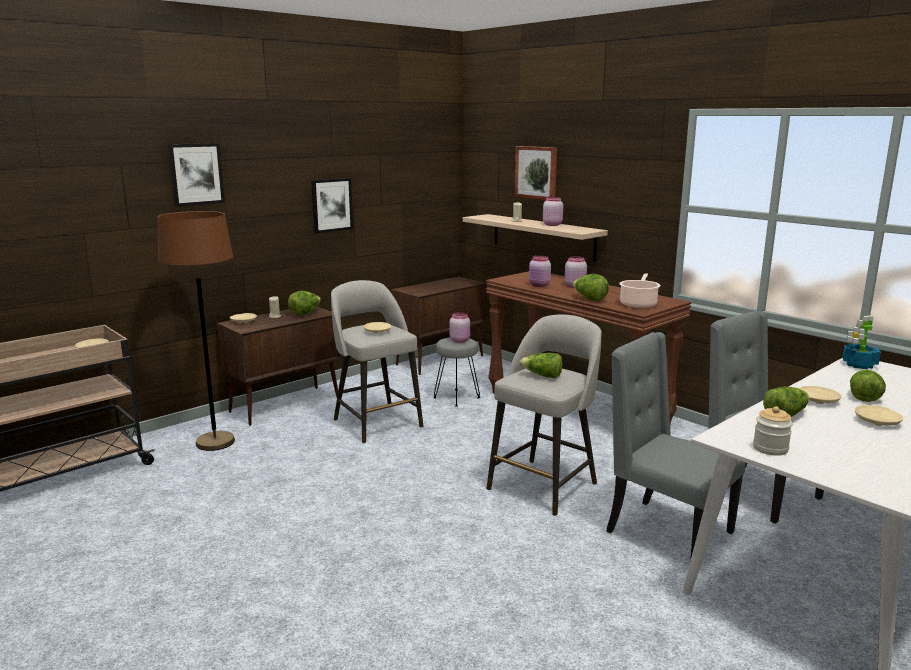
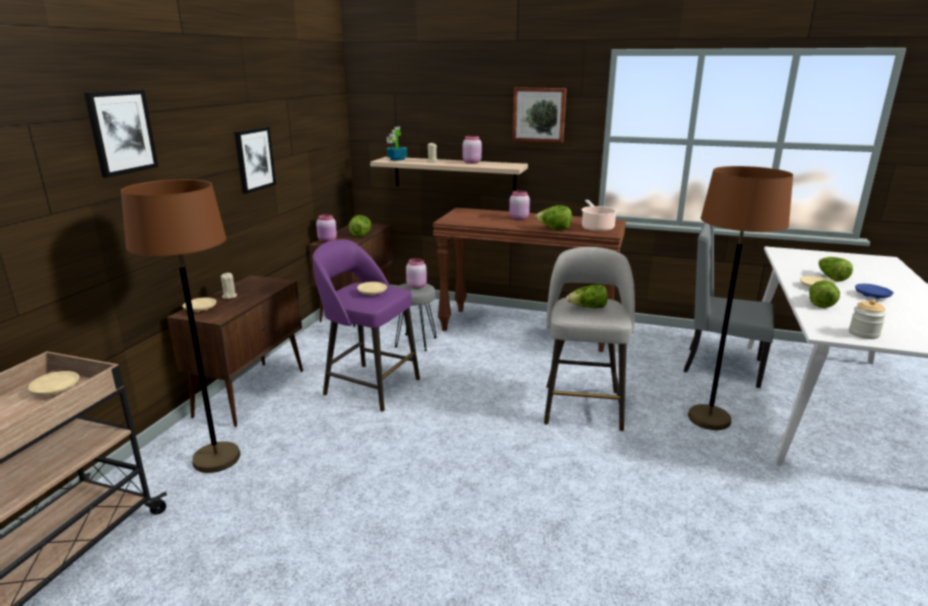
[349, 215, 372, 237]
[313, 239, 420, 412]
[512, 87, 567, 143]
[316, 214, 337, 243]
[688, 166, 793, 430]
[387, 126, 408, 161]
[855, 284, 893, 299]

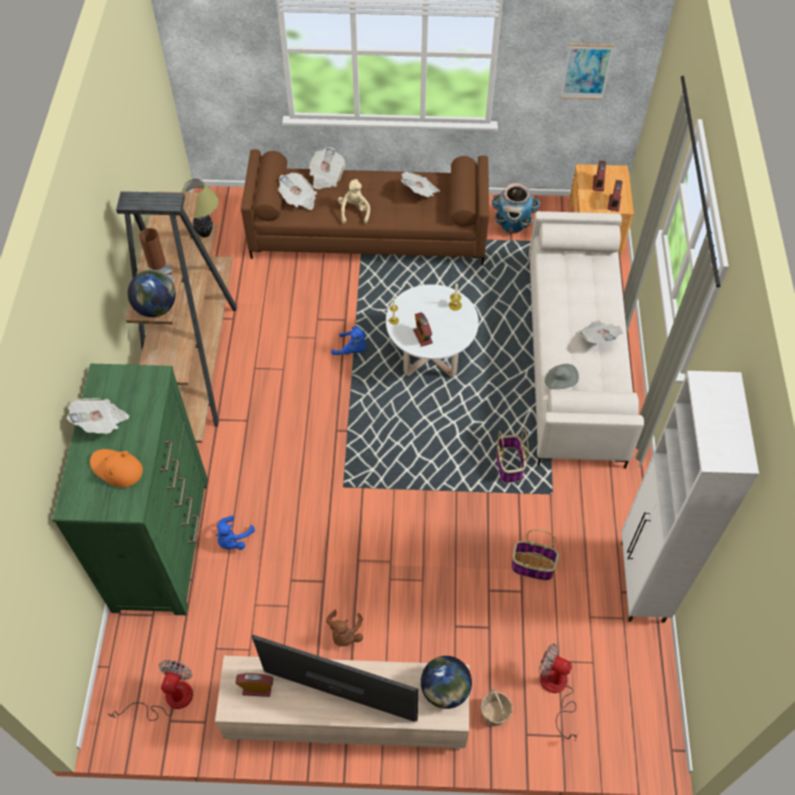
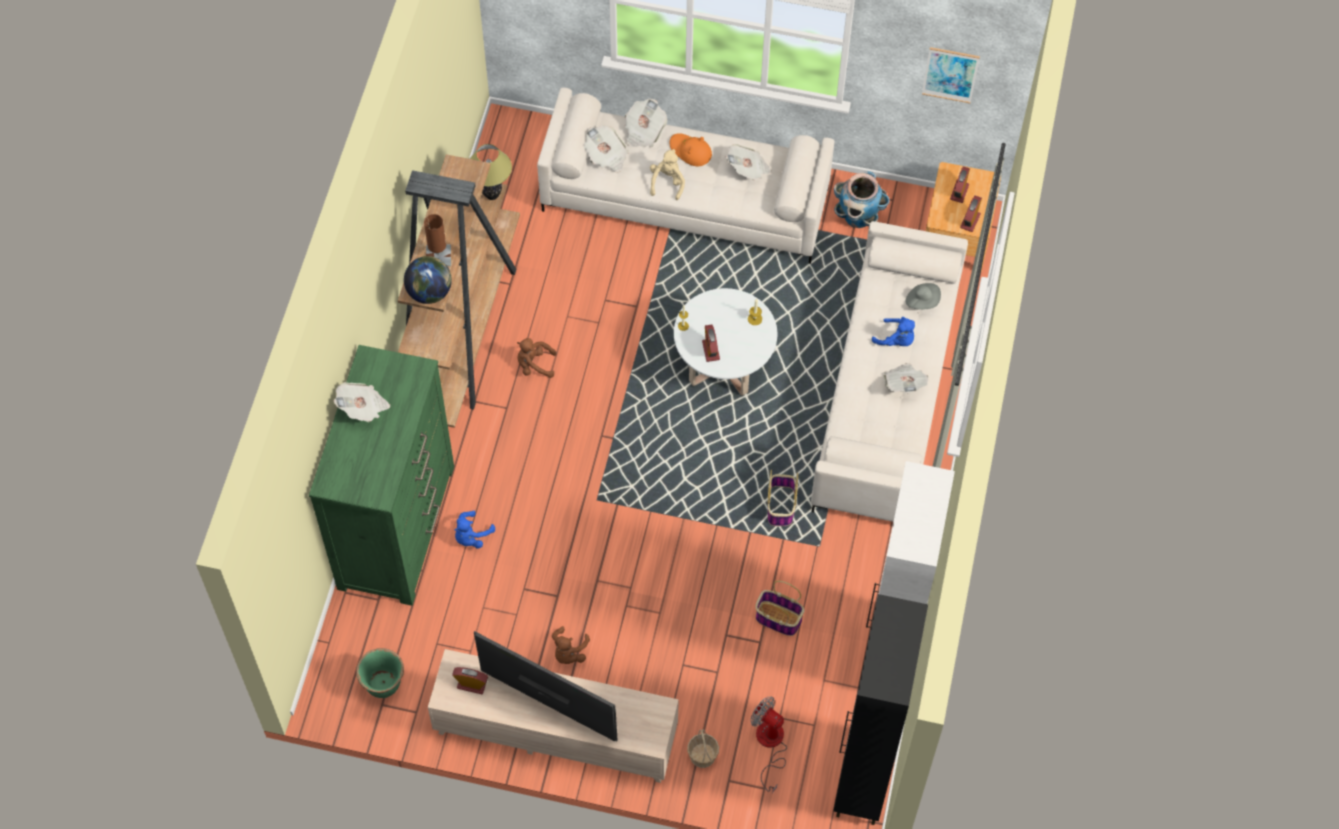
[670, 133, 712, 166]
[356, 648, 404, 698]
[537, 87, 835, 264]
[872, 317, 915, 346]
[421, 656, 472, 709] (first image)
[906, 283, 941, 310]
[517, 338, 557, 378]
[834, 594, 928, 825]

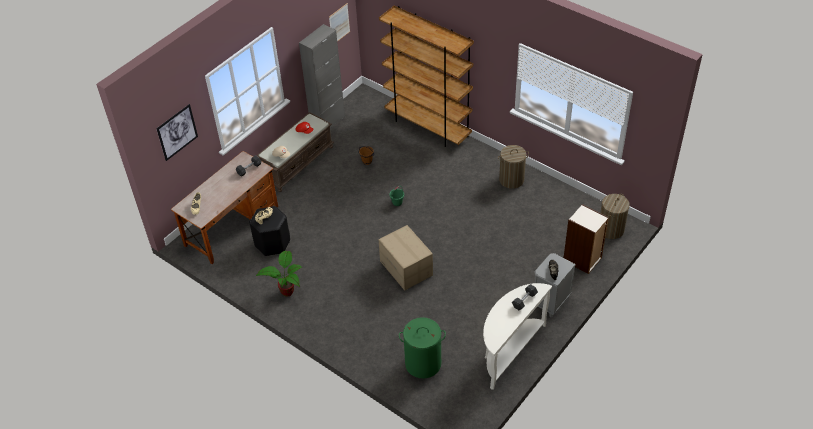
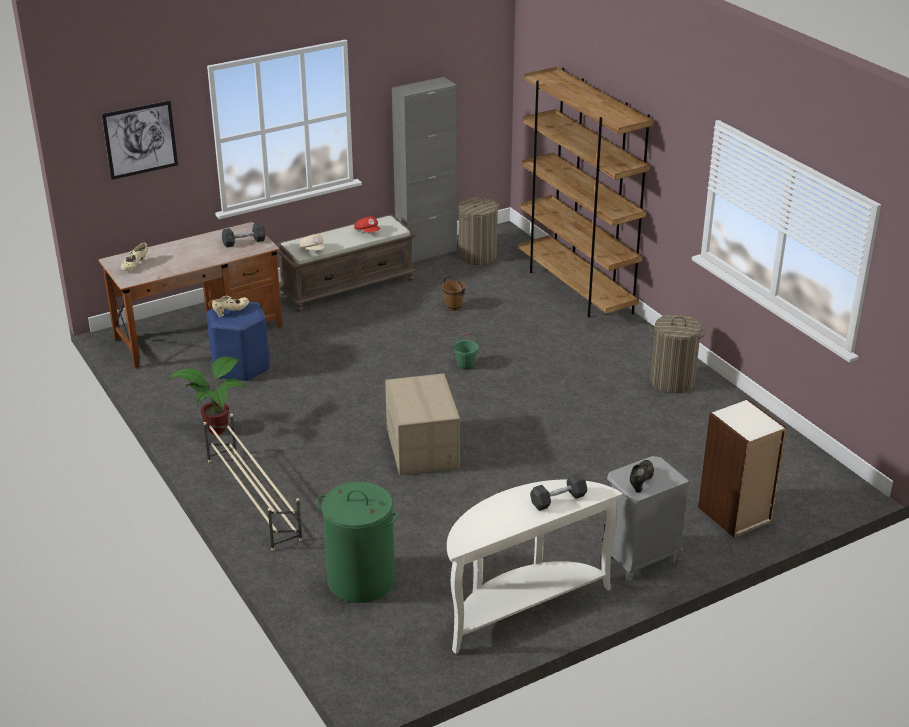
[206, 302, 270, 382]
[329, 3, 350, 42] (first image)
[458, 197, 499, 265]
[204, 414, 303, 551]

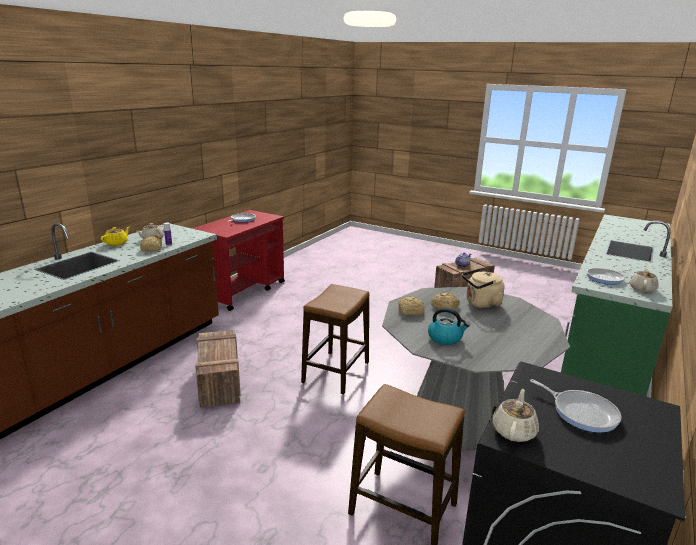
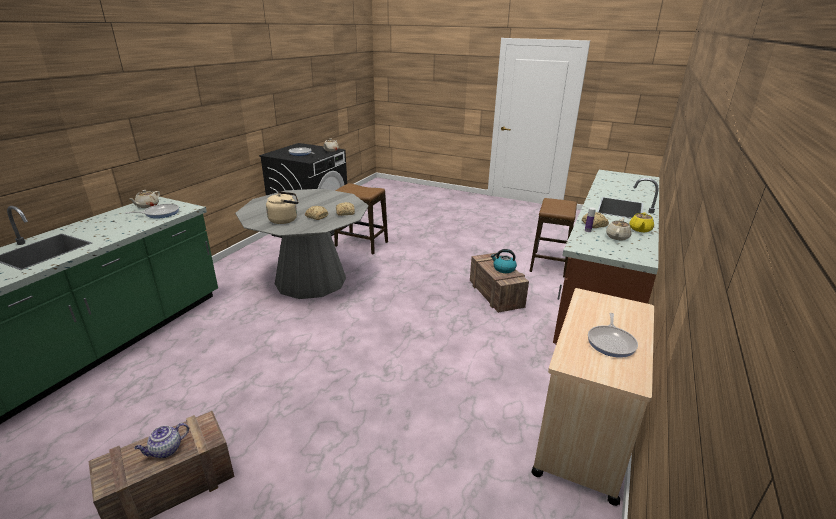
[531, 288, 654, 506]
[530, 198, 577, 278]
[491, 249, 517, 273]

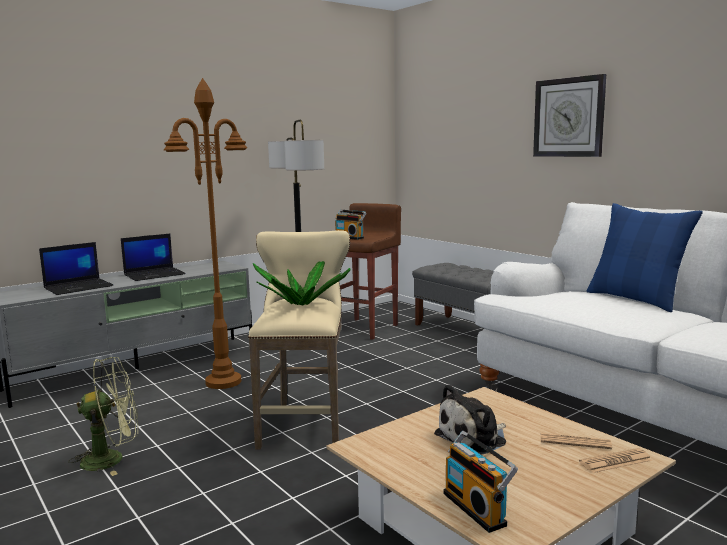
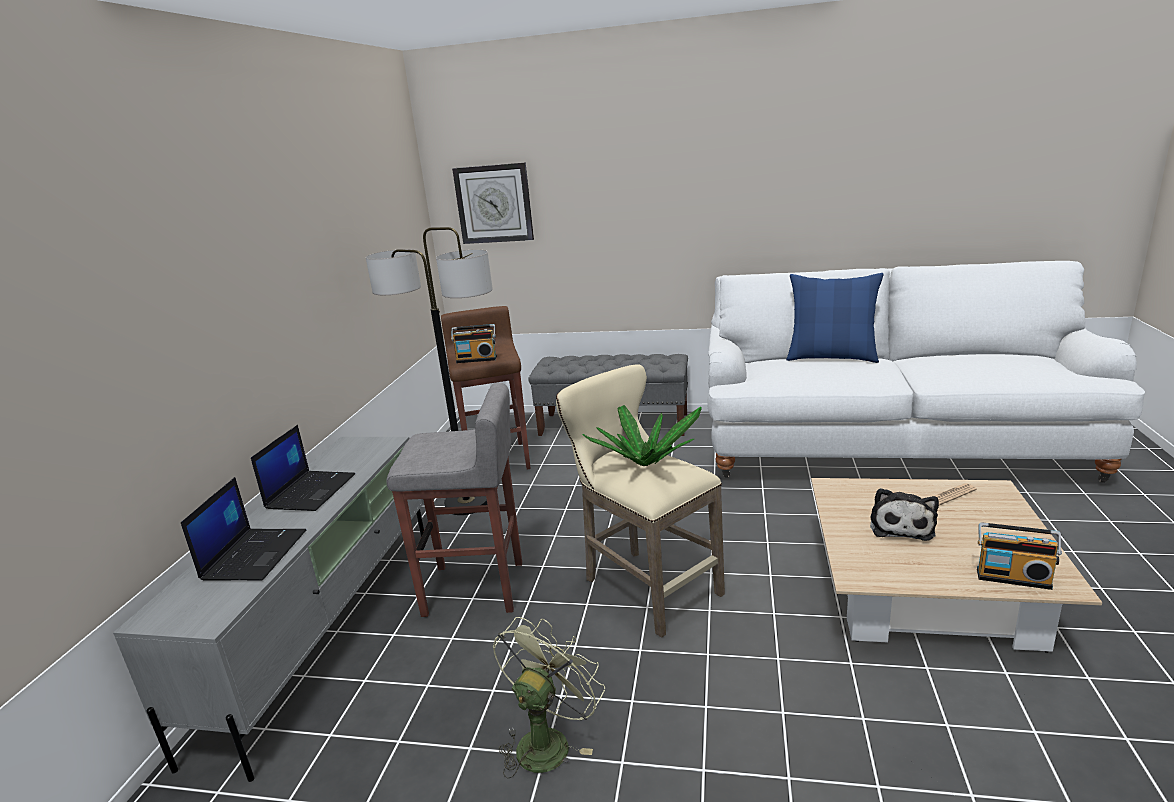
[386, 382, 522, 617]
[452, 162, 534, 244]
[579, 448, 652, 473] (first image)

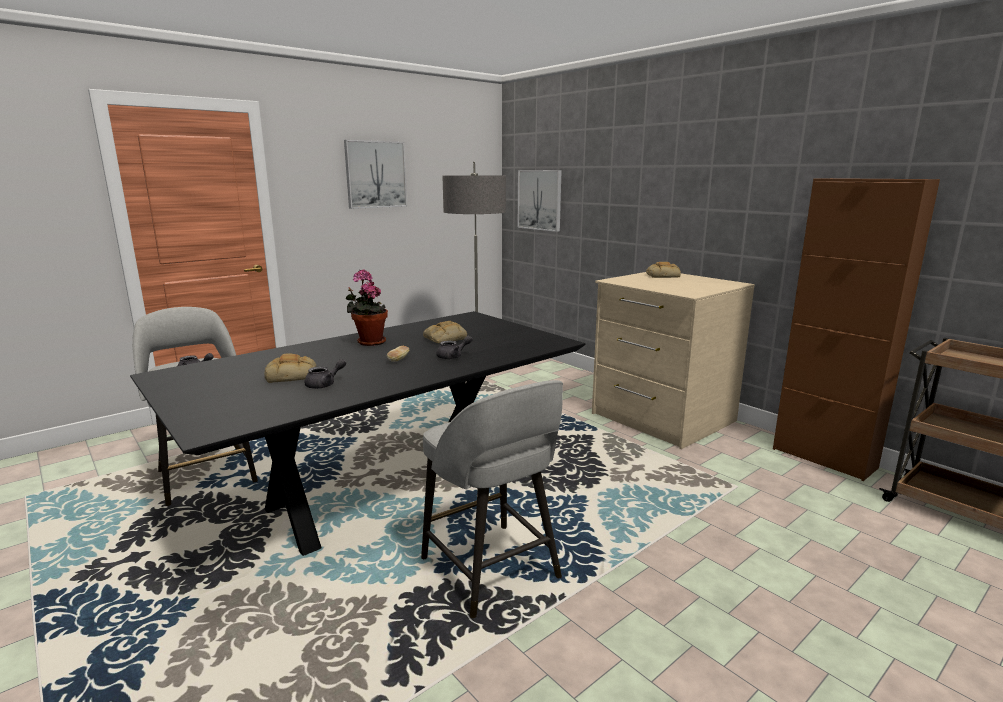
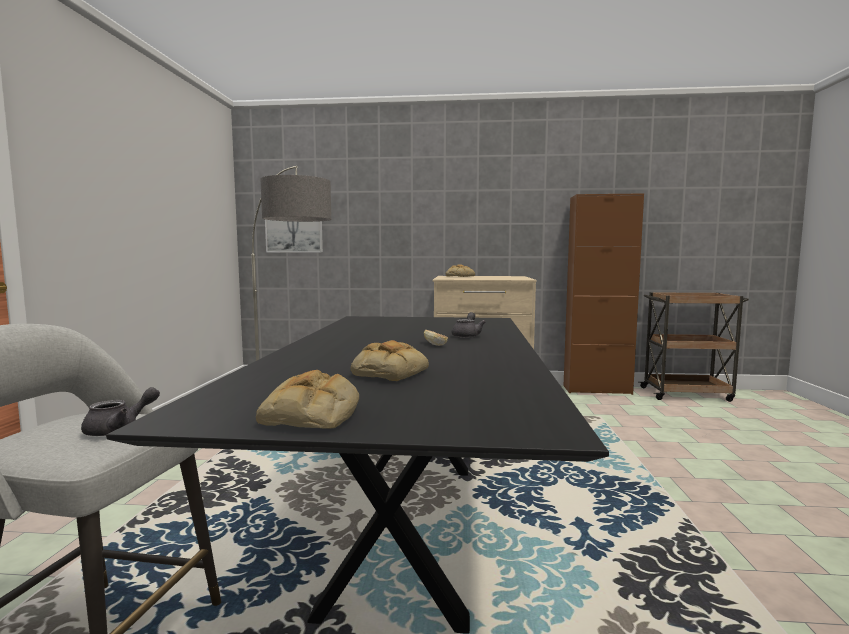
[304, 359, 346, 389] (first image)
[344, 140, 407, 209] (first image)
[346, 269, 388, 346] (first image)
[421, 380, 563, 618] (first image)
[256, 370, 359, 428]

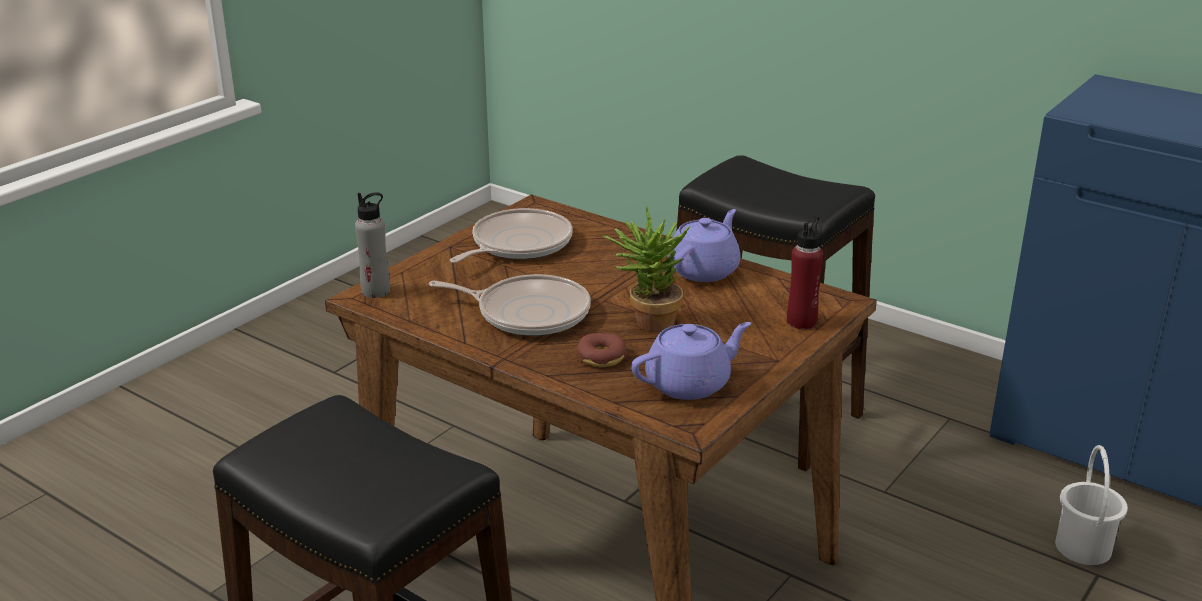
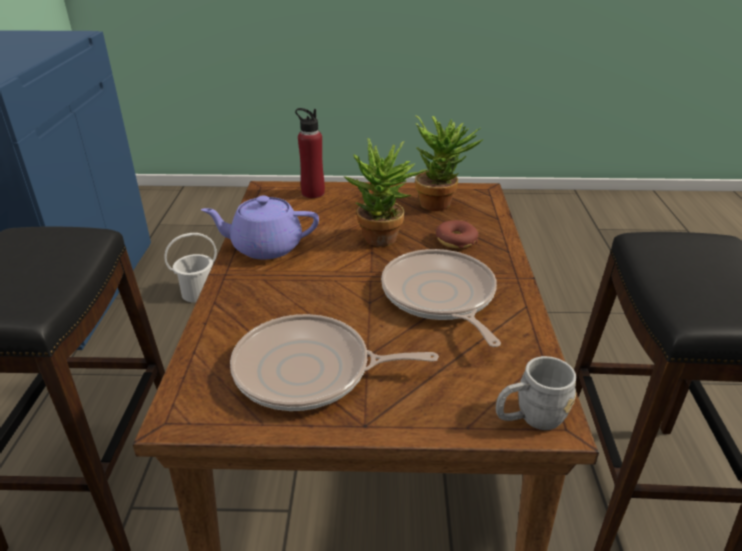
[496, 356, 576, 430]
[415, 115, 484, 211]

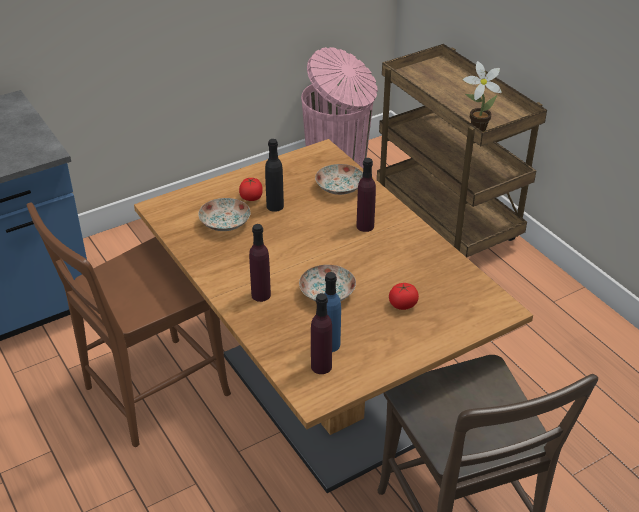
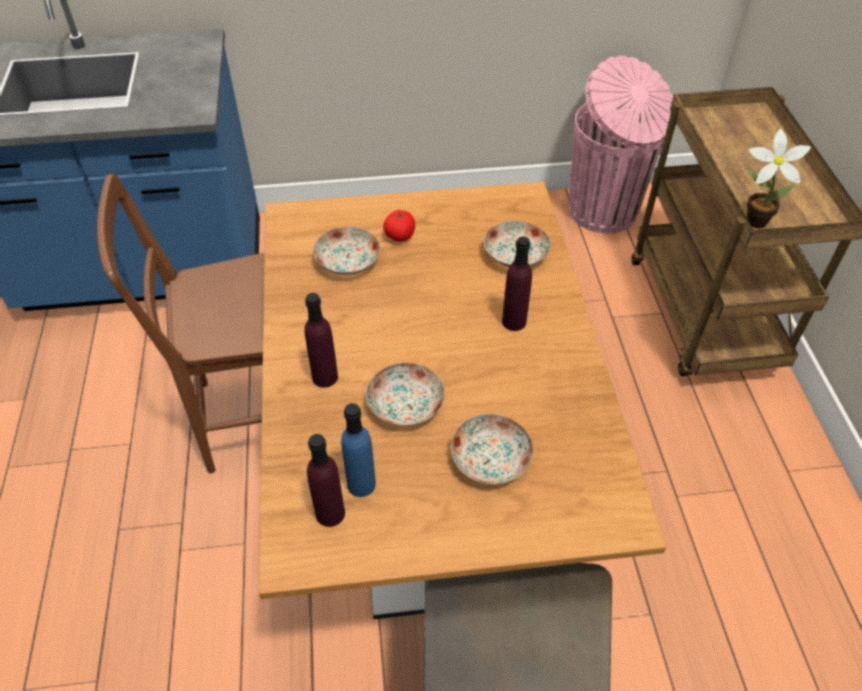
[265, 139, 284, 212] (first image)
[451, 414, 533, 485]

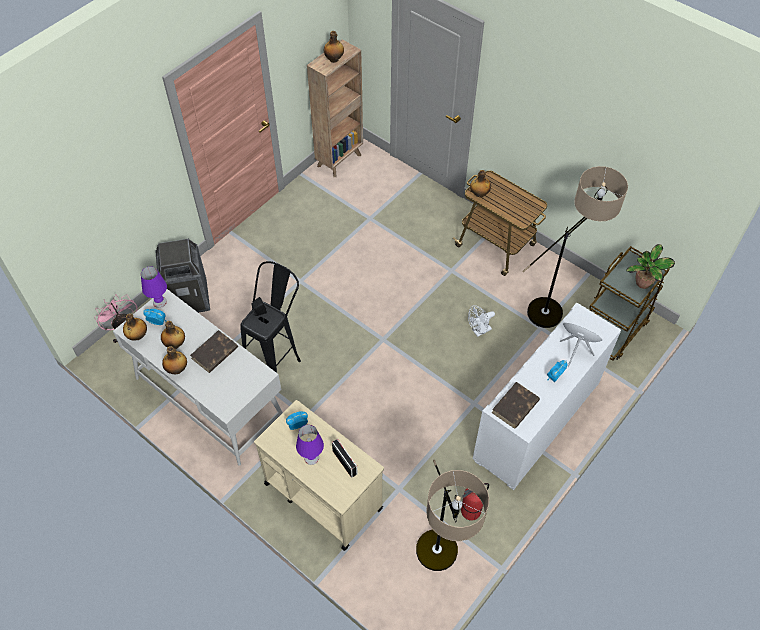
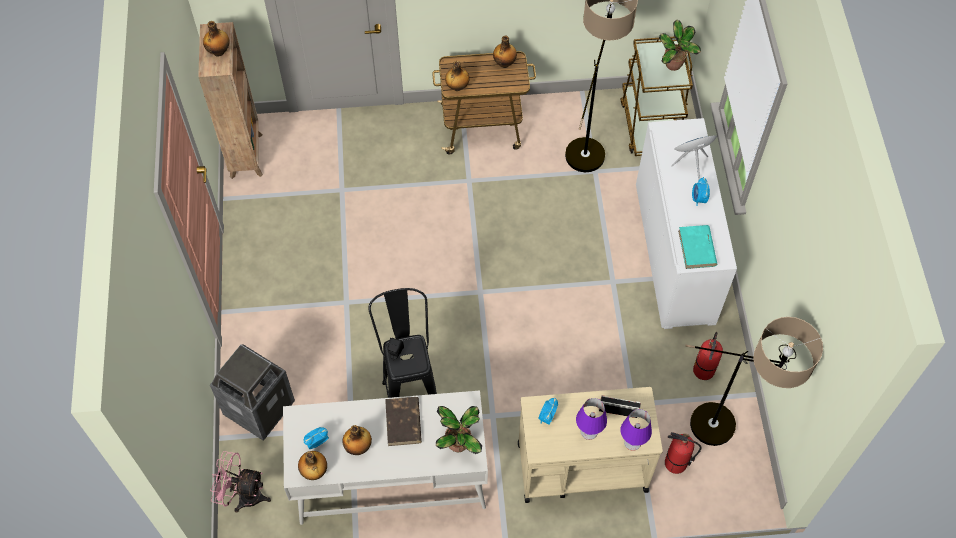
[621, 409, 652, 451]
[493, 36, 517, 68]
[468, 305, 495, 337] (first image)
[678, 225, 717, 269]
[436, 406, 482, 454]
[665, 432, 702, 474]

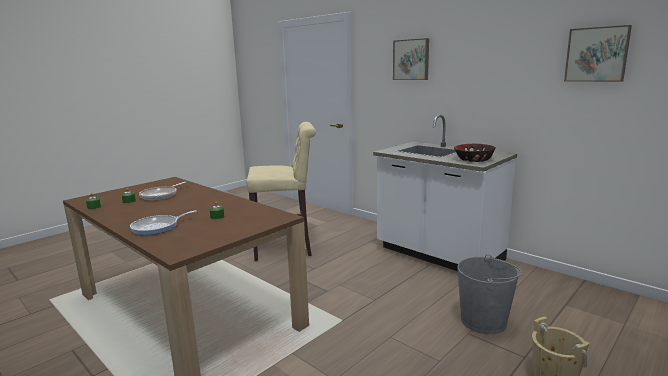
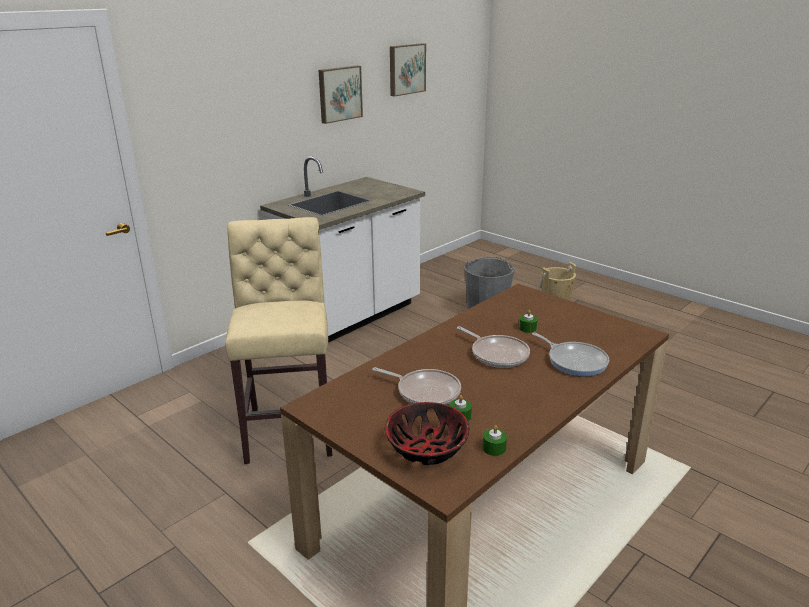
[319, 66, 363, 124]
[385, 402, 469, 465]
[457, 326, 530, 368]

